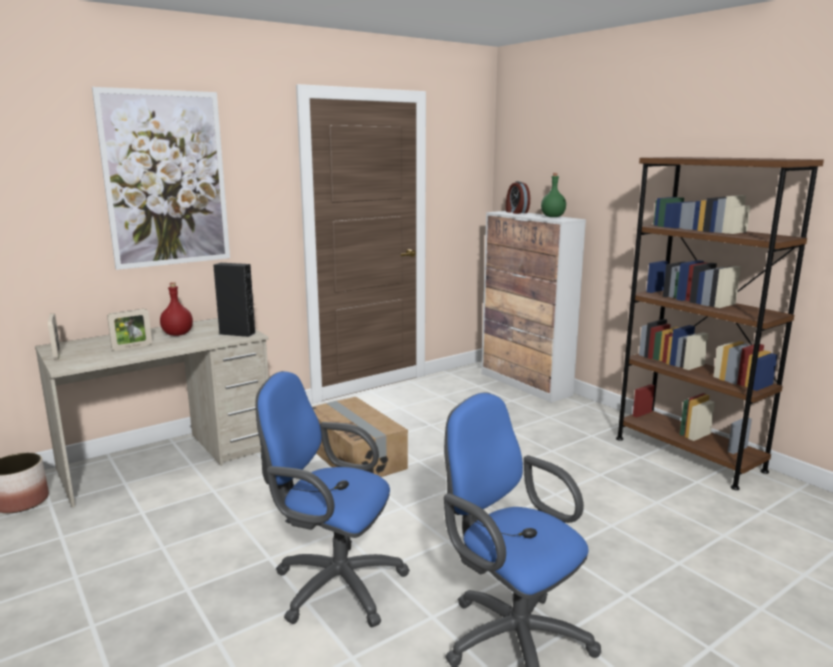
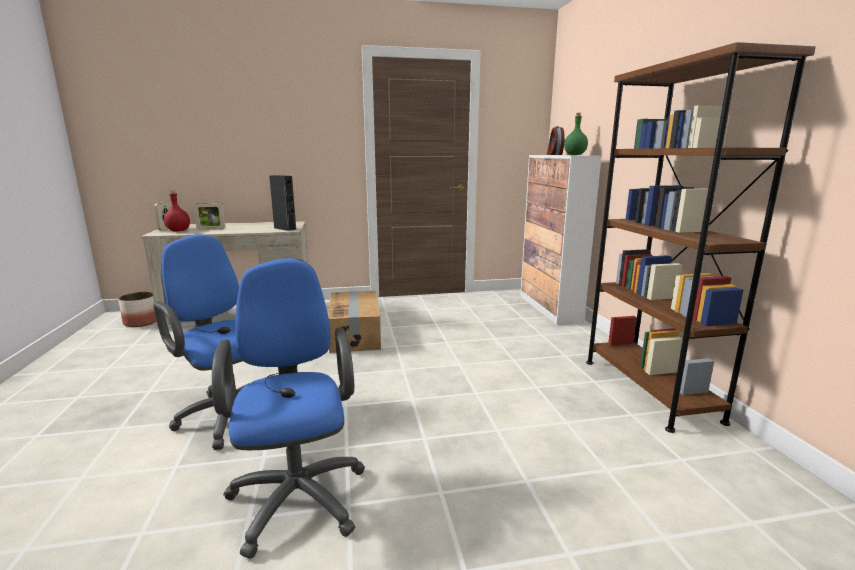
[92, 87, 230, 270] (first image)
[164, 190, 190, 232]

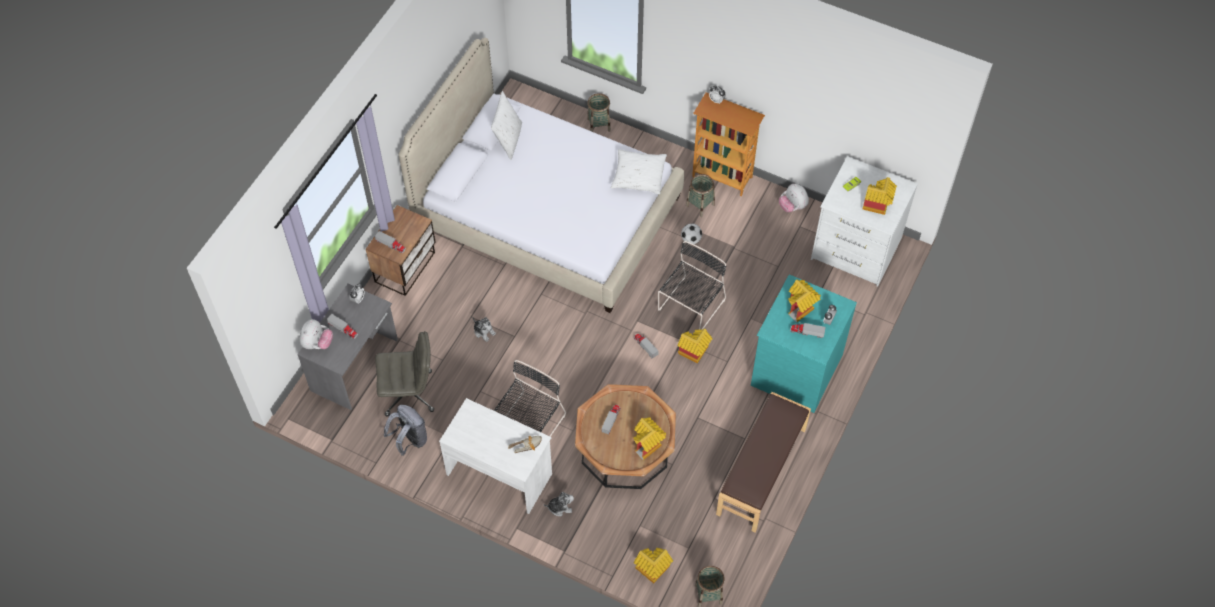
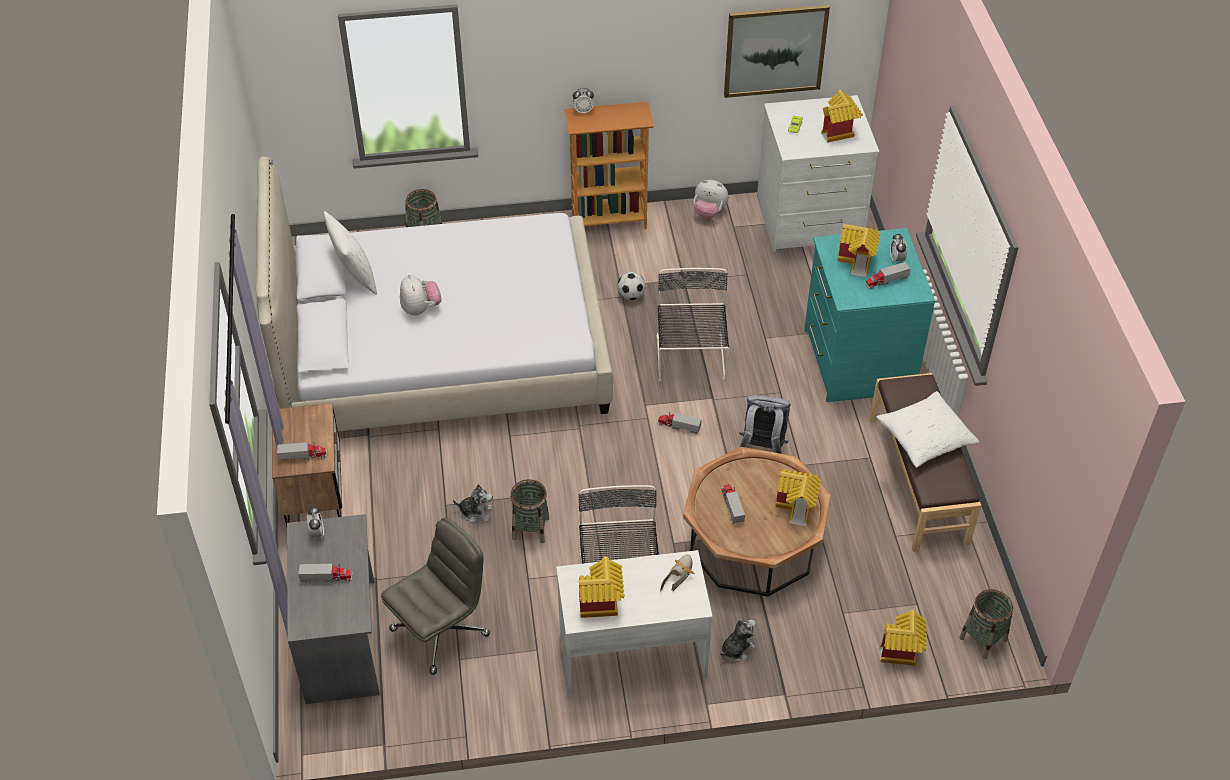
[400, 274, 442, 316]
[739, 395, 791, 454]
[876, 391, 979, 468]
[579, 557, 625, 618]
[510, 479, 549, 543]
[724, 5, 830, 98]

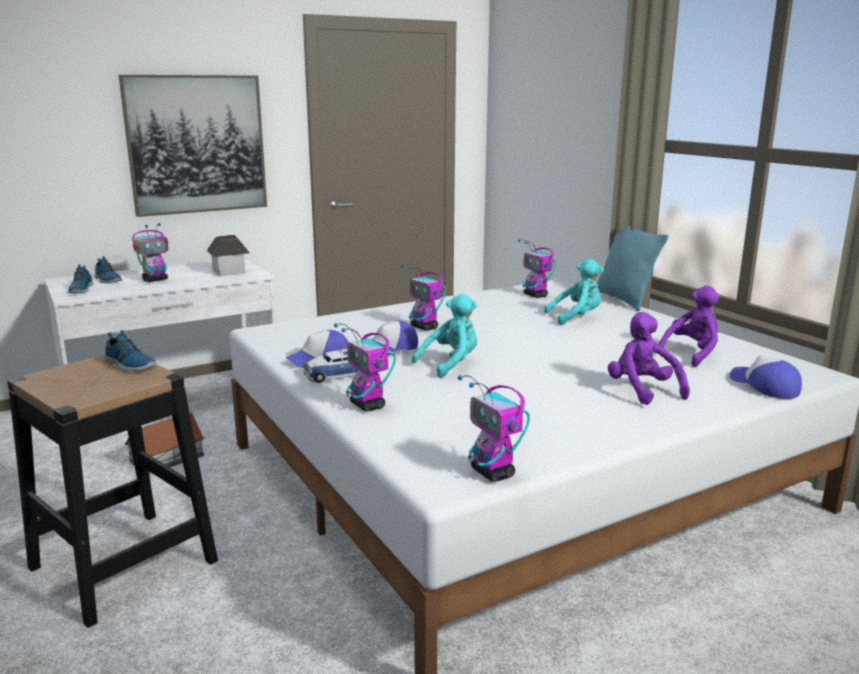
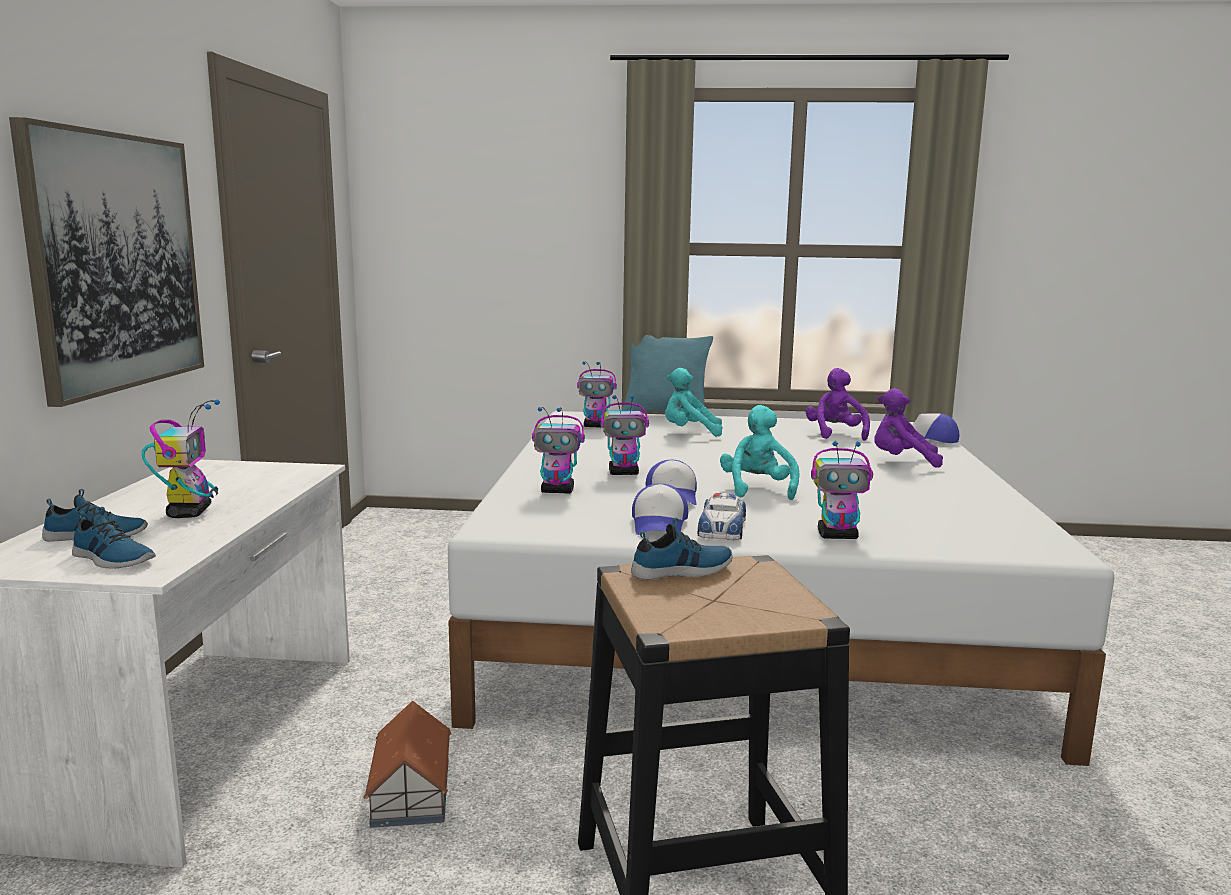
[207, 235, 250, 276] (first image)
[532, 407, 585, 493]
[665, 368, 723, 437]

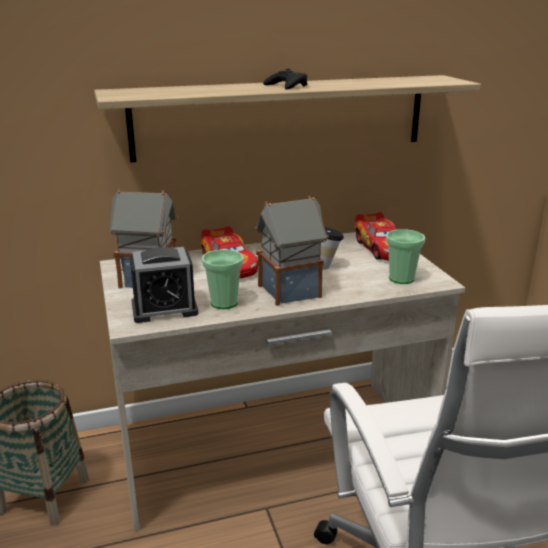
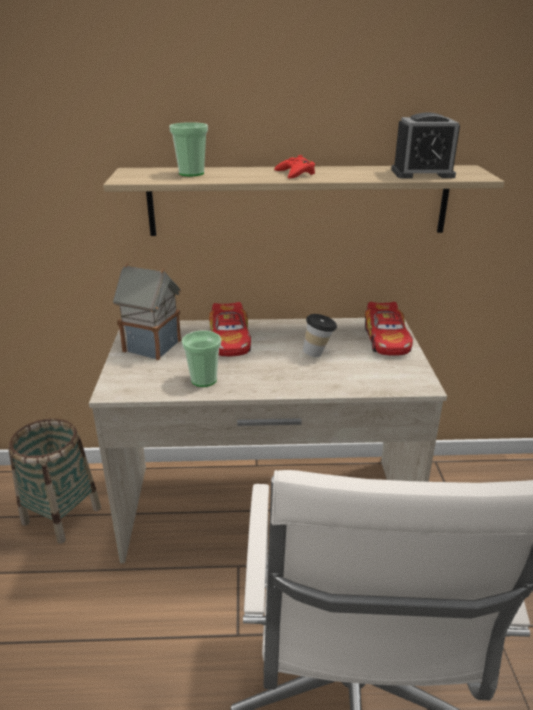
[391, 112, 460, 178]
[255, 196, 329, 306] (first image)
[274, 155, 315, 179]
[169, 122, 208, 177]

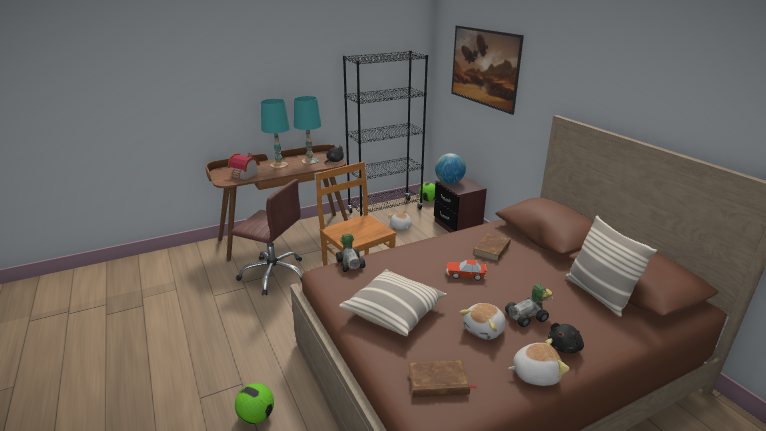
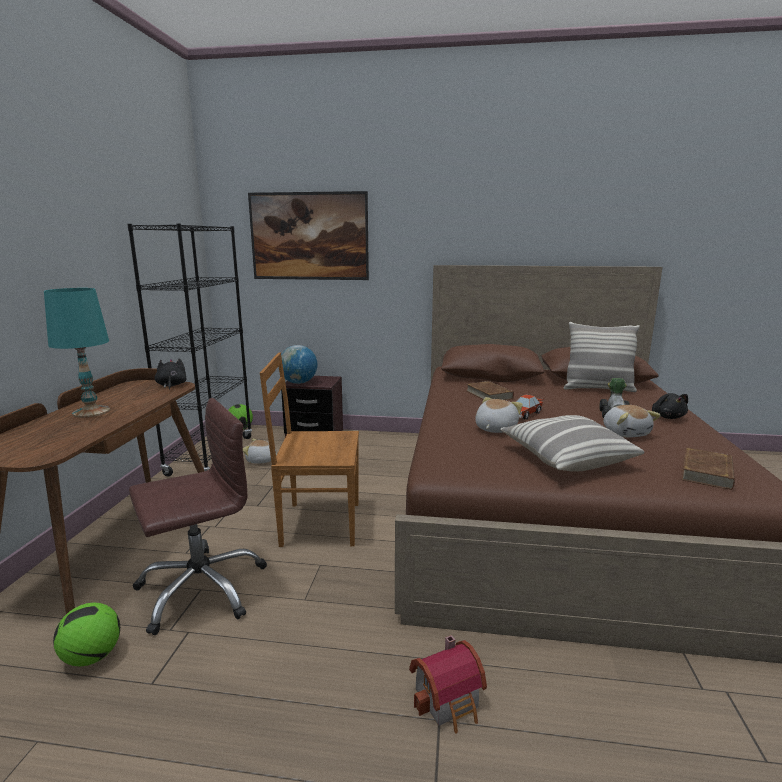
[409, 635, 487, 733]
[53, 603, 120, 667]
[294, 96, 321, 165] (first image)
[336, 233, 365, 272] (first image)
[475, 397, 523, 433]

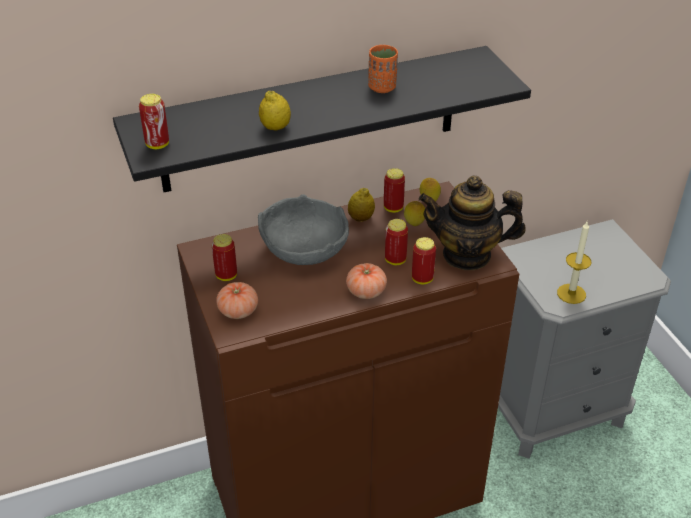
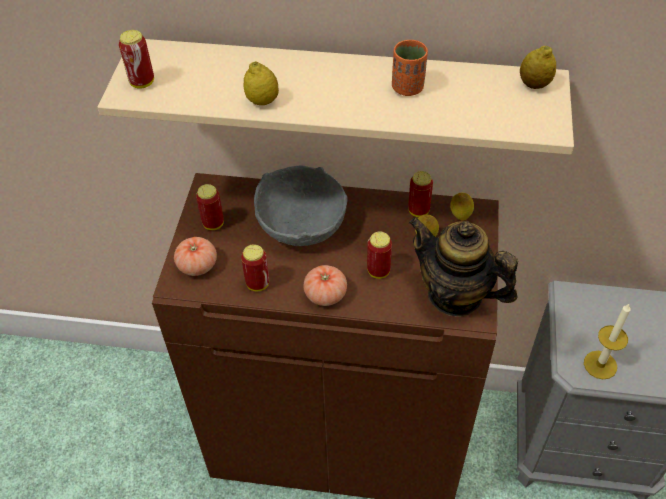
[98, 39, 574, 155]
[520, 45, 556, 89]
[241, 244, 269, 291]

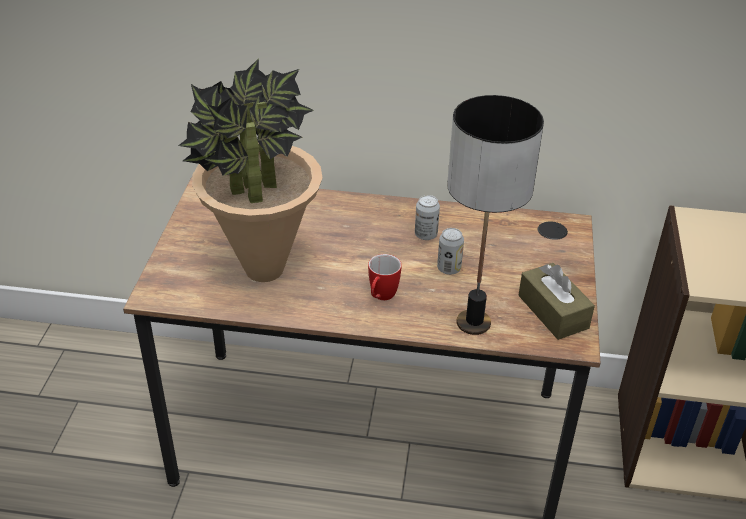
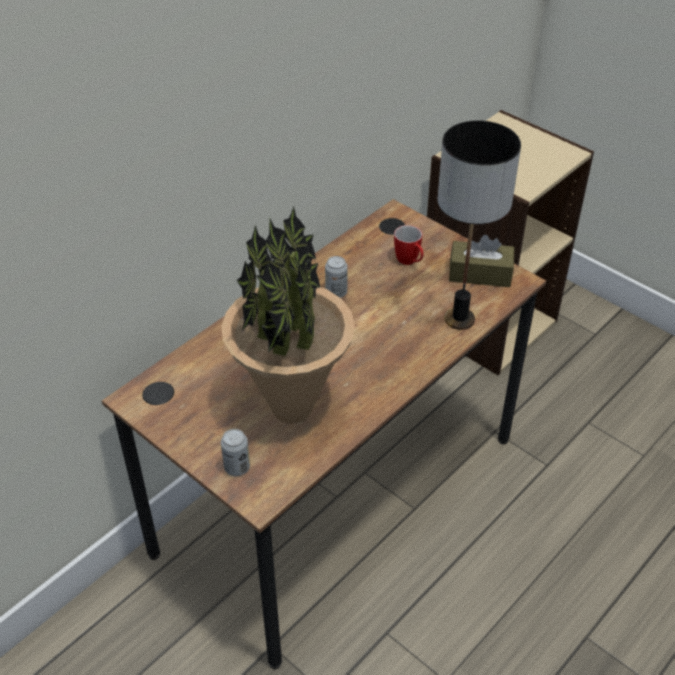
[394, 225, 424, 265]
[221, 429, 250, 476]

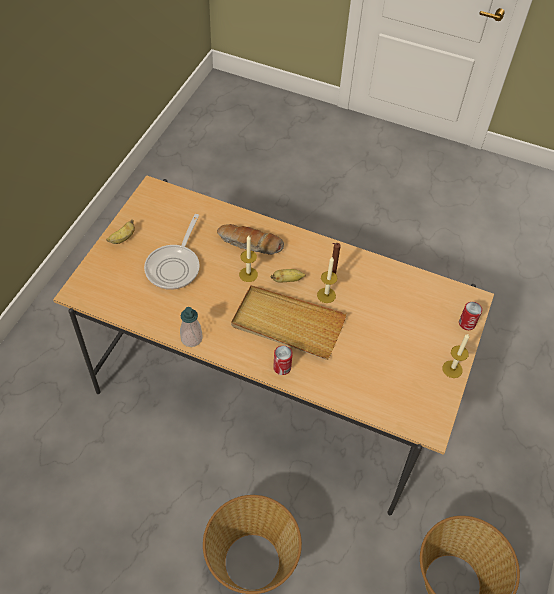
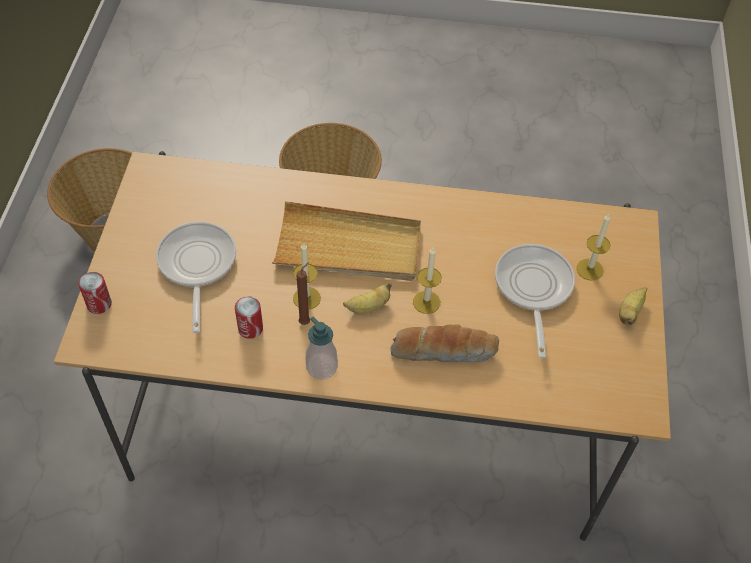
[306, 316, 338, 380]
[235, 296, 263, 339]
[576, 214, 611, 281]
[156, 222, 236, 333]

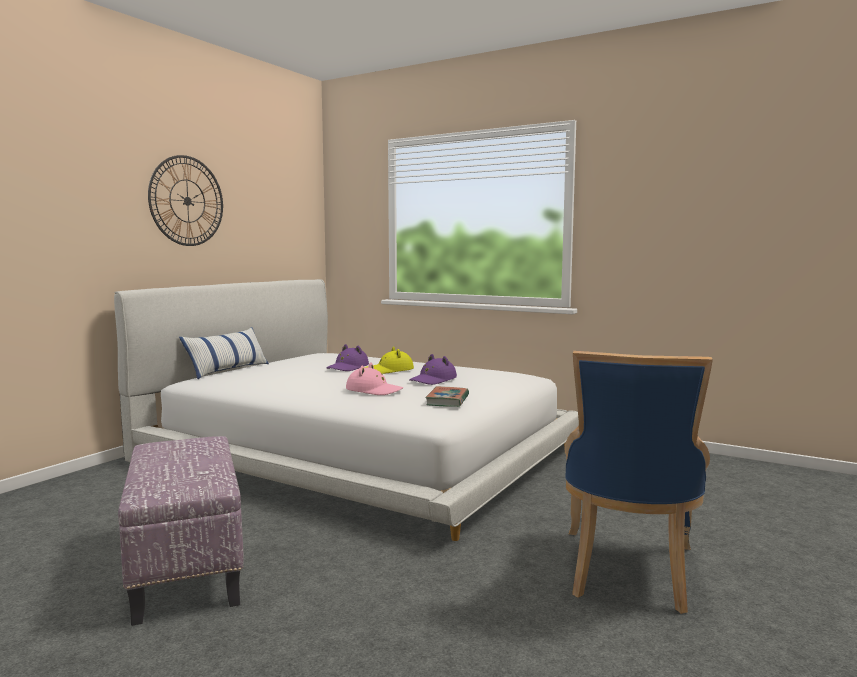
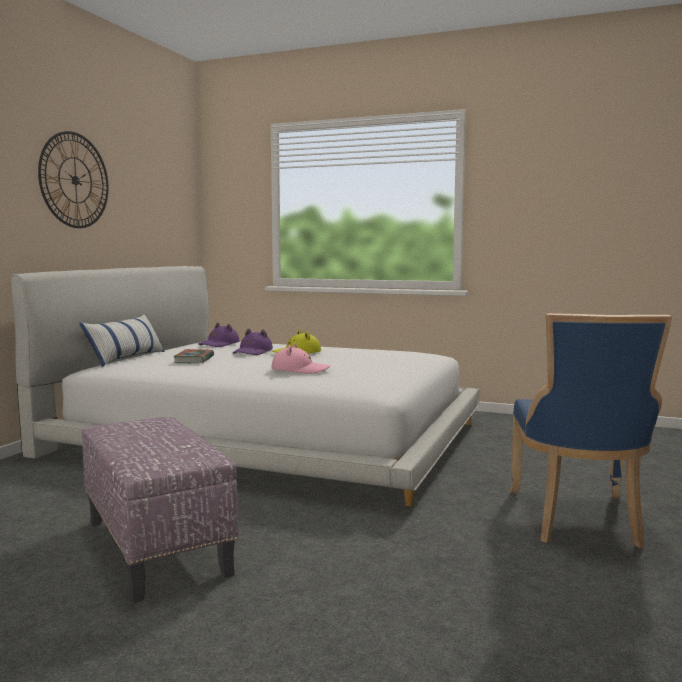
[199, 323, 240, 347]
[173, 349, 214, 363]

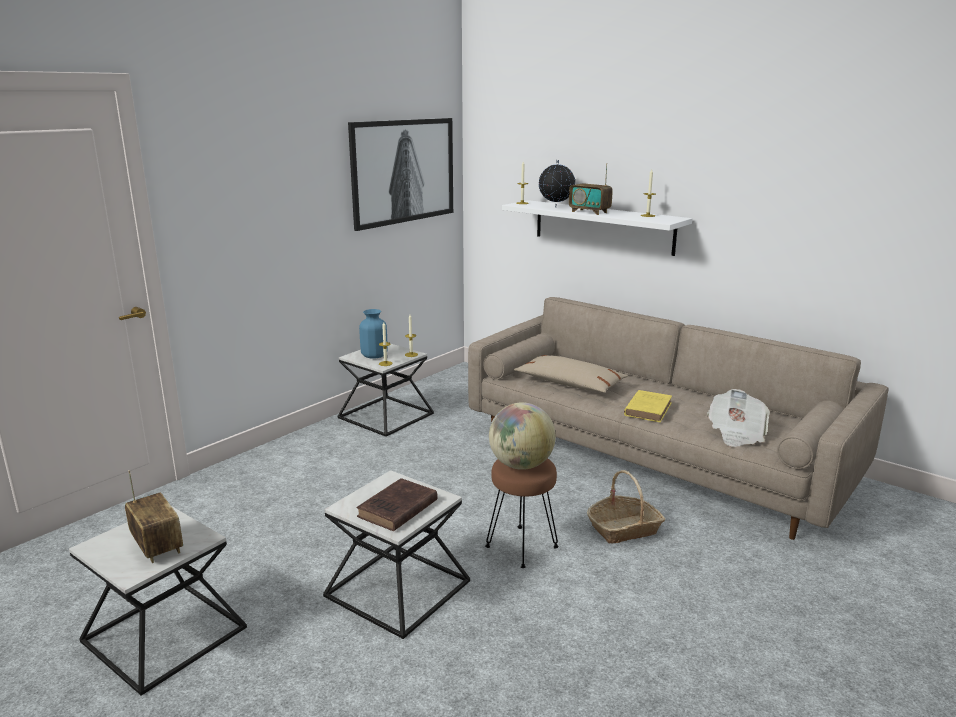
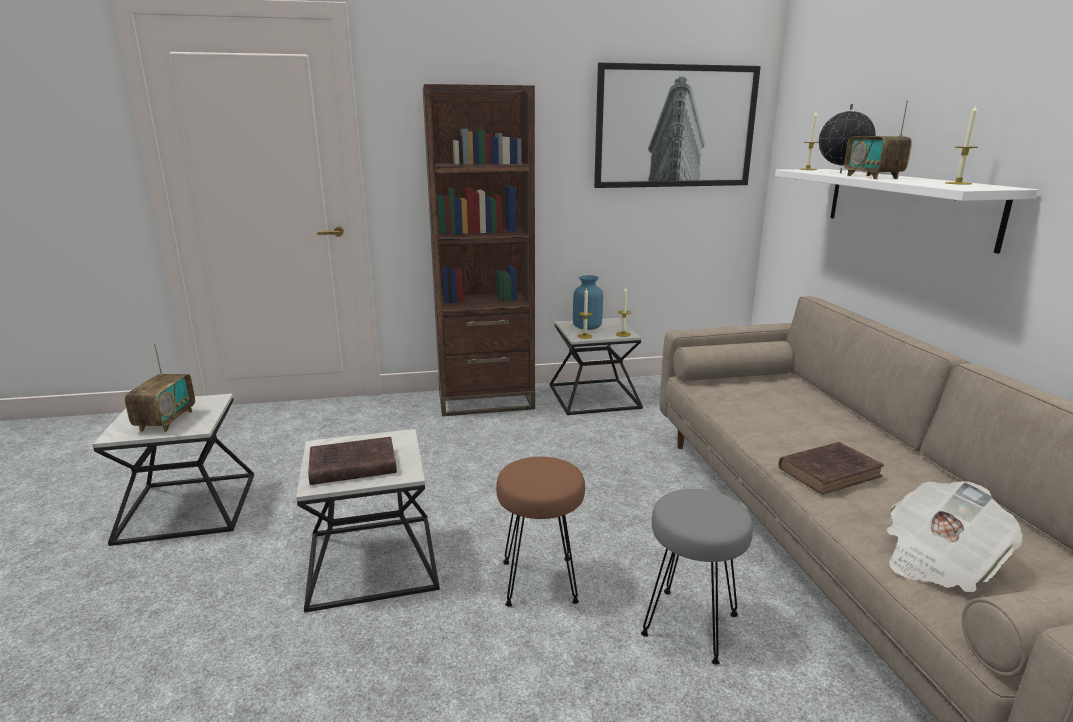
[489, 402, 556, 470] (first image)
[514, 355, 628, 393] (first image)
[641, 489, 753, 665]
[778, 442, 884, 495]
[423, 84, 535, 416]

